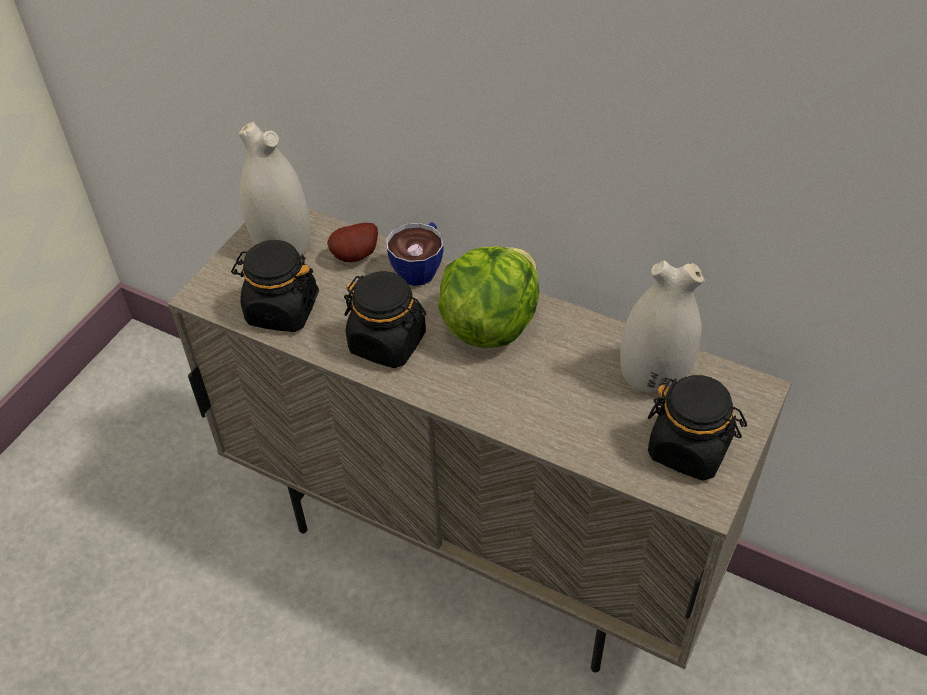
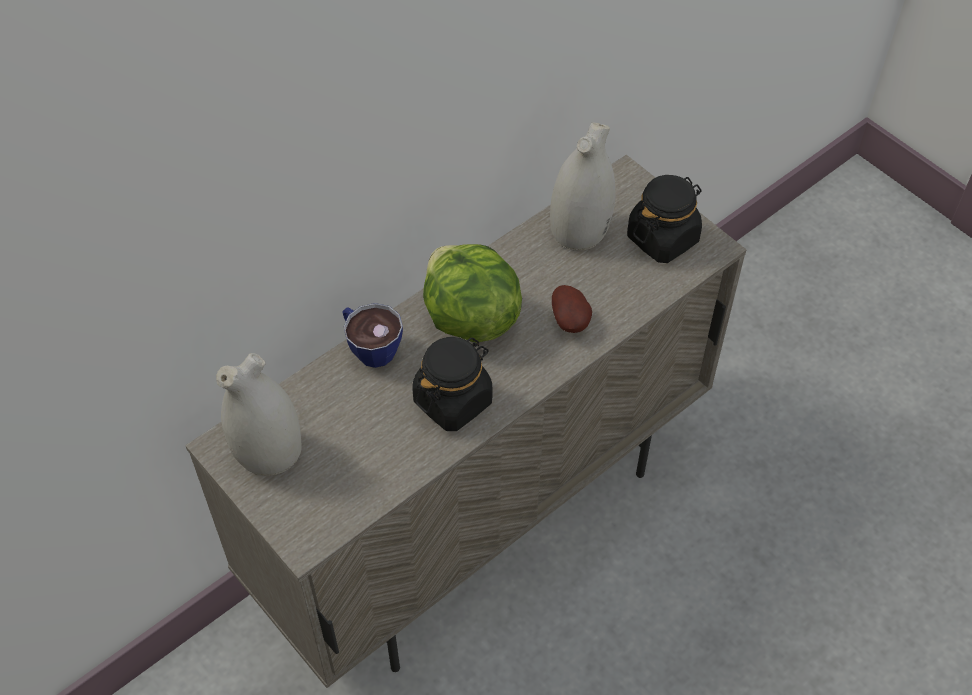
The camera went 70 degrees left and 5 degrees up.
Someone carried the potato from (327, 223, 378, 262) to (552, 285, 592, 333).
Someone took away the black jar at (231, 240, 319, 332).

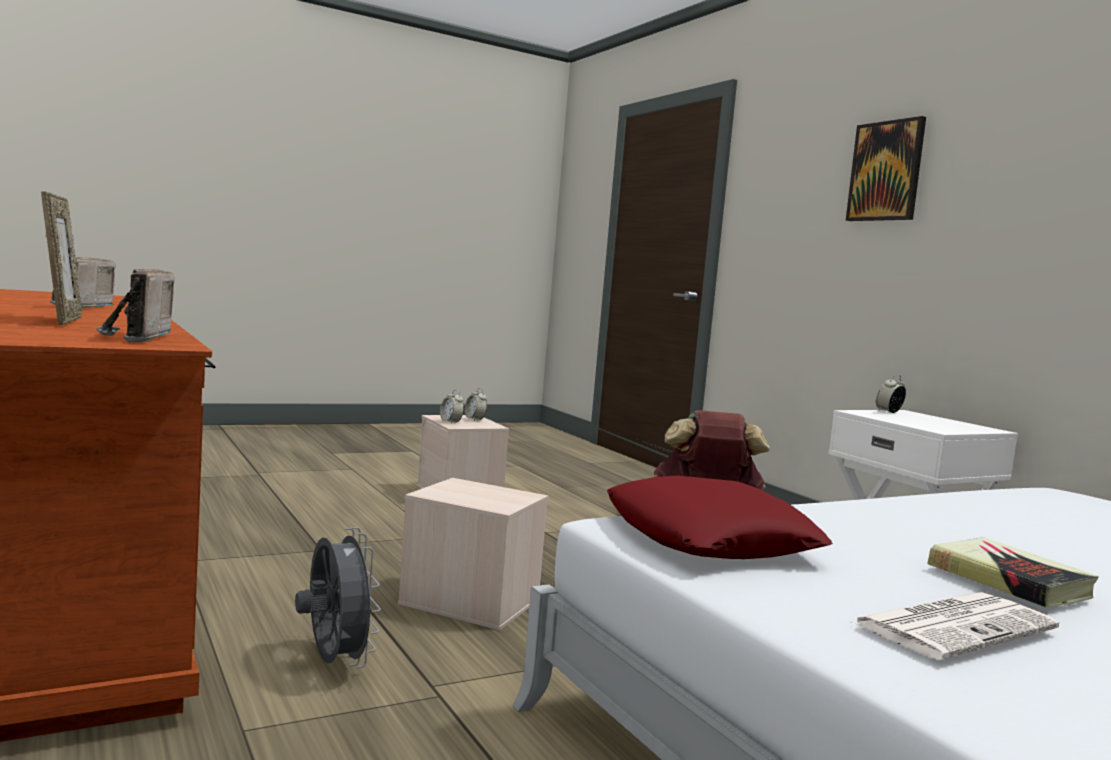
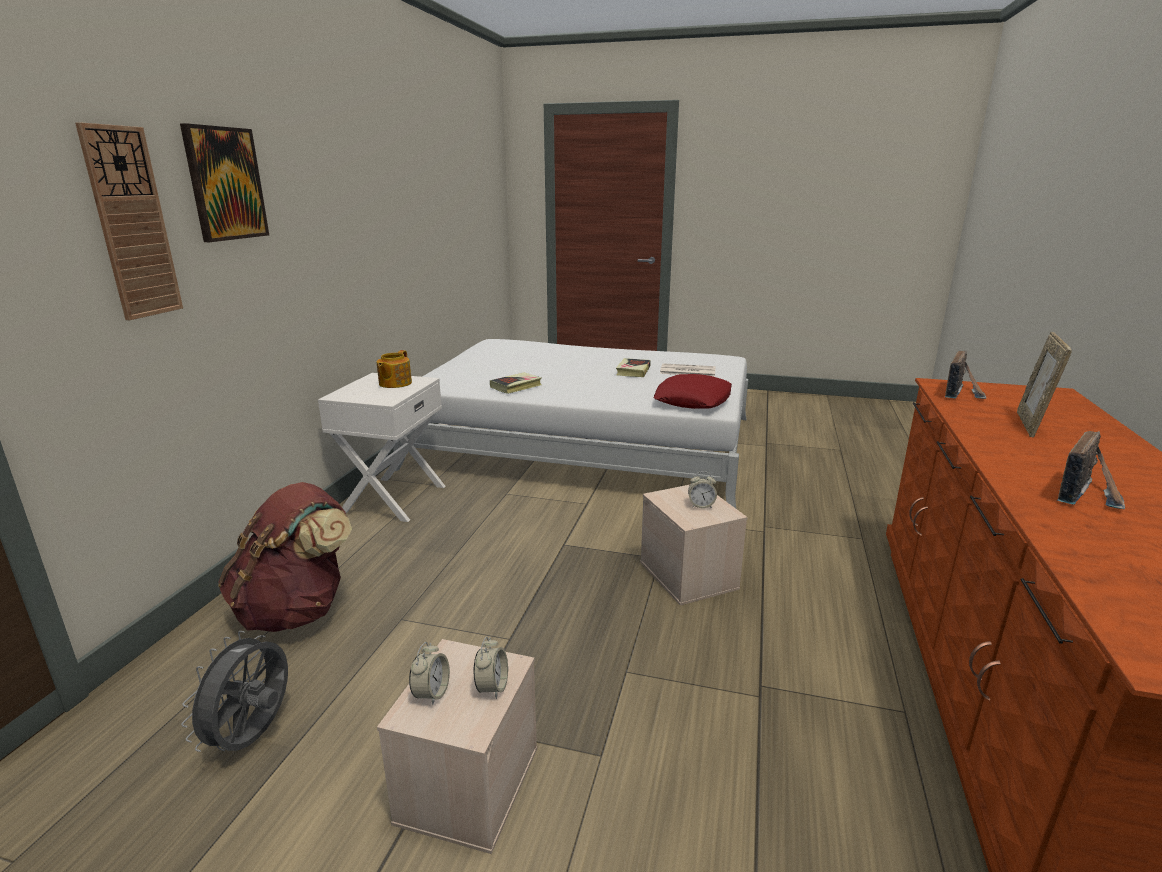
The camera went 135 degrees left and 15 degrees up.
Someone put up the wall clock at (75, 122, 183, 320).
Someone carried the grey fan from (295, 527, 381, 669) to (181, 631, 288, 752).
Someone put down the teapot at (376, 350, 412, 388).
Someone put down the book at (490, 372, 542, 394).
Someone carried the alarm clock from (876, 374, 906, 413) to (688, 471, 717, 508).

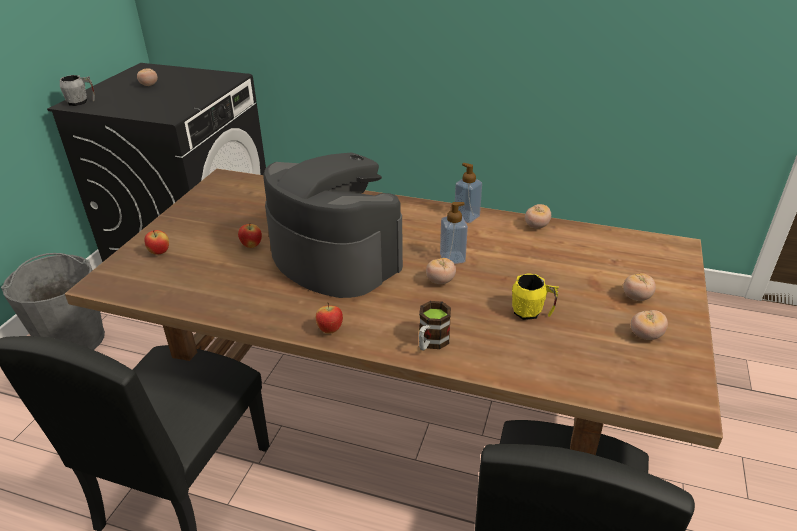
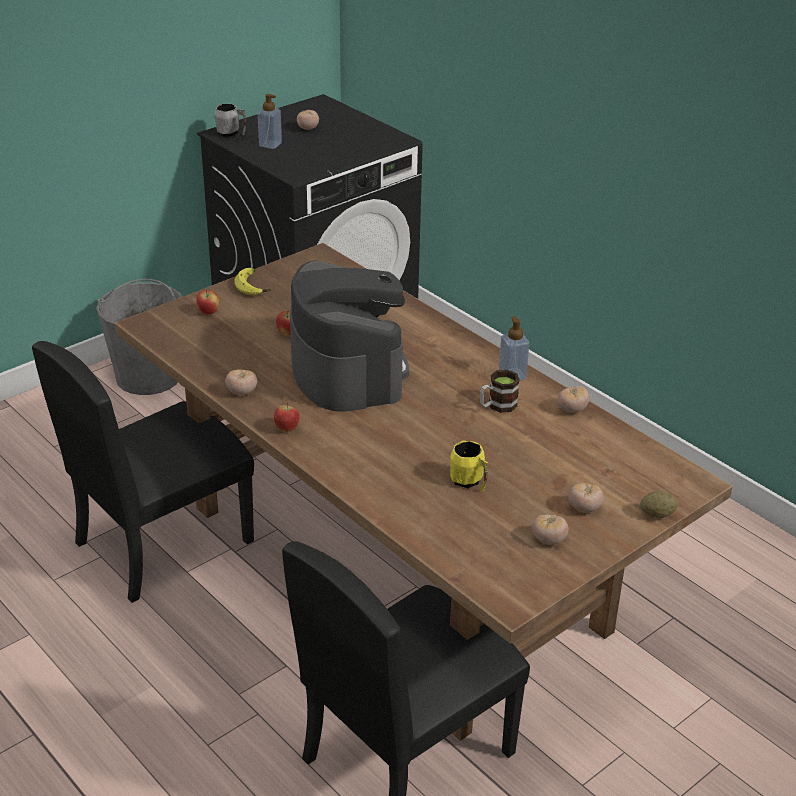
The camera went 30 degrees right and 0 degrees up.
Someone carried the tomato from (426, 258, 456, 284) to (225, 369, 257, 395).
Someone put down the banana at (234, 268, 271, 295).
Someone carried the soap dispenser from (440, 202, 468, 264) to (257, 94, 282, 149).
Someone carried the mug from (419, 301, 451, 351) to (480, 370, 520, 413).
Someone put down the potato at (640, 491, 678, 518).

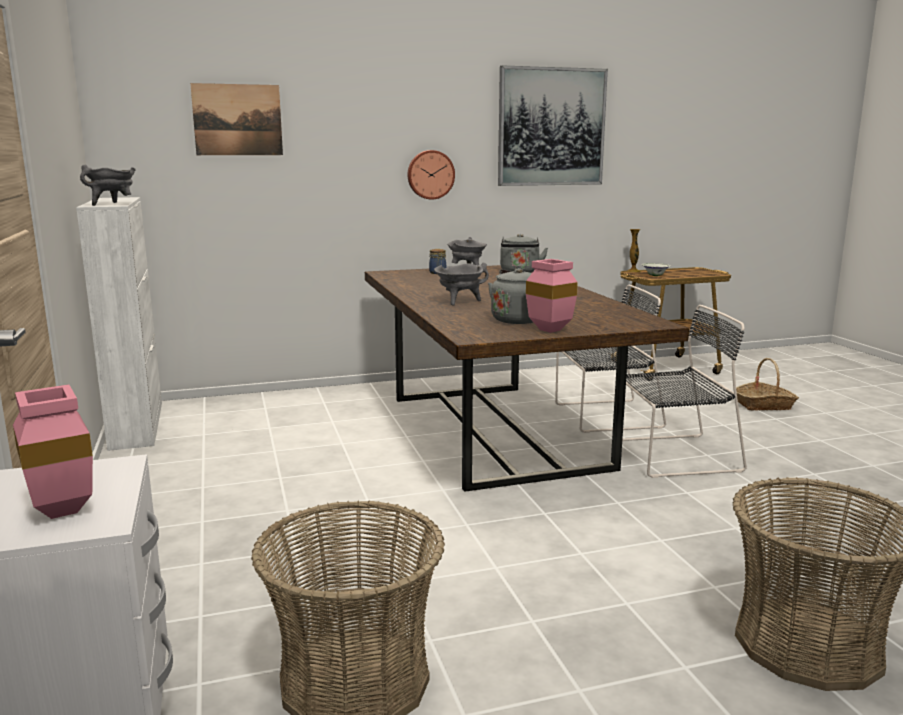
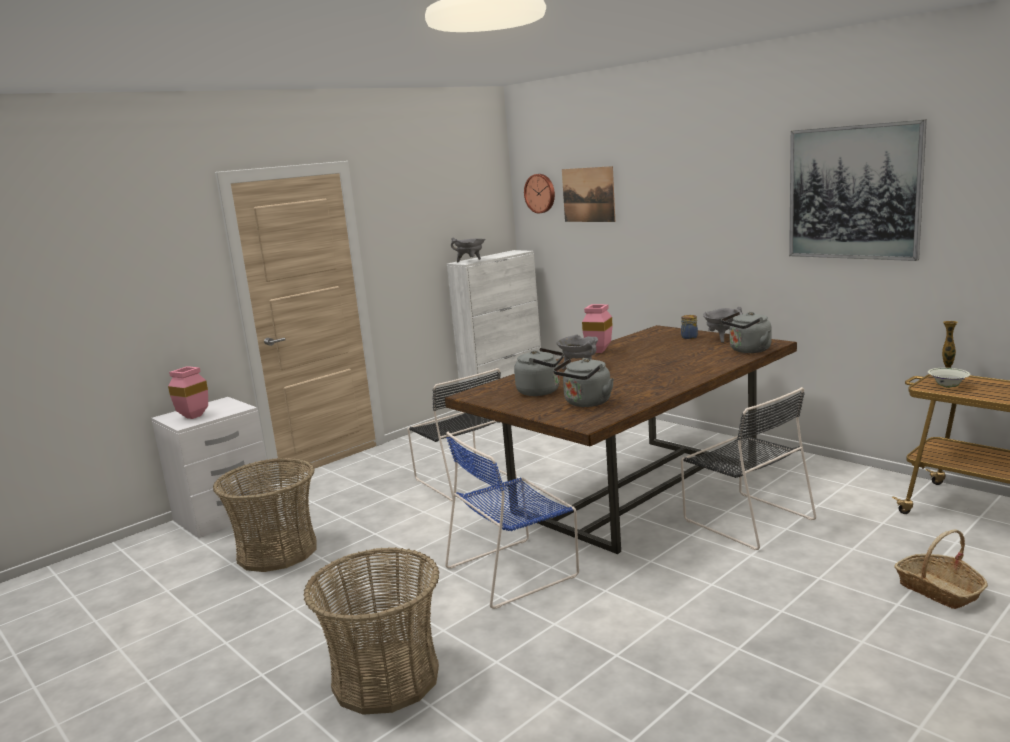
The camera went 65 degrees right and 0 degrees up.
Someone carried the black chair from (622, 305, 747, 478) to (407, 368, 517, 501).
Someone put down the blue chair at (445, 432, 579, 609).
Someone carried the wall clock from (407, 150, 455, 200) to (524, 174, 555, 213).
Someone put down the grey kettle at (553, 358, 614, 407).
Someone carried the pink vase from (526, 259, 578, 333) to (582, 304, 613, 353).

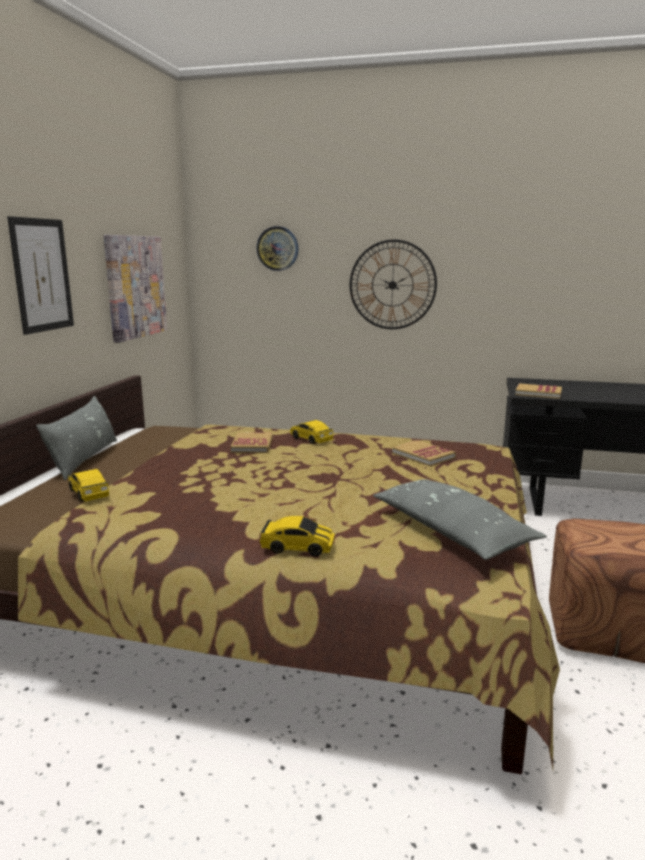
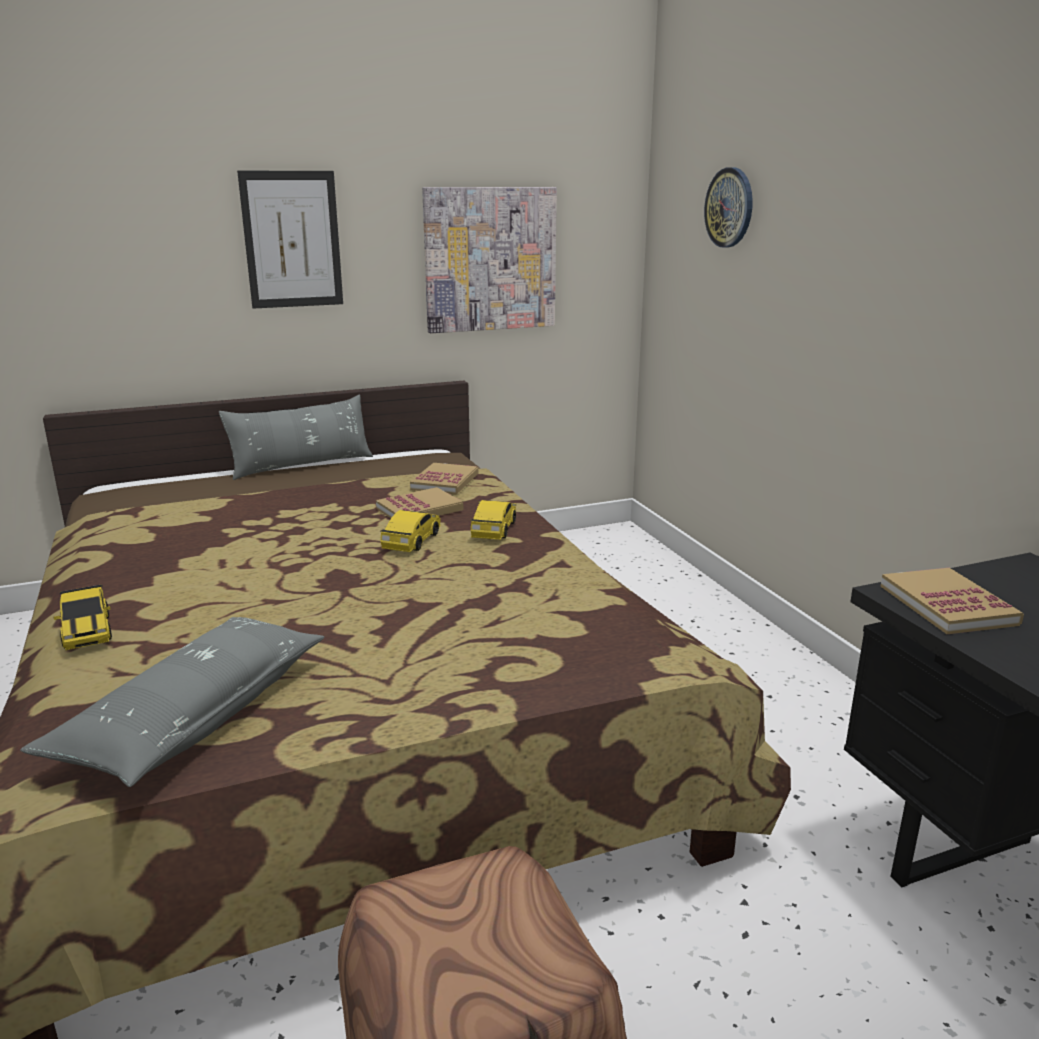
The camera went 55 degrees right and 5 degrees up.
Someone carried the toy car from (68, 469, 109, 501) to (381, 510, 440, 552).
Someone carried the book from (392, 440, 456, 466) to (410, 463, 478, 494).
Someone took away the wall clock at (350, 239, 437, 329).

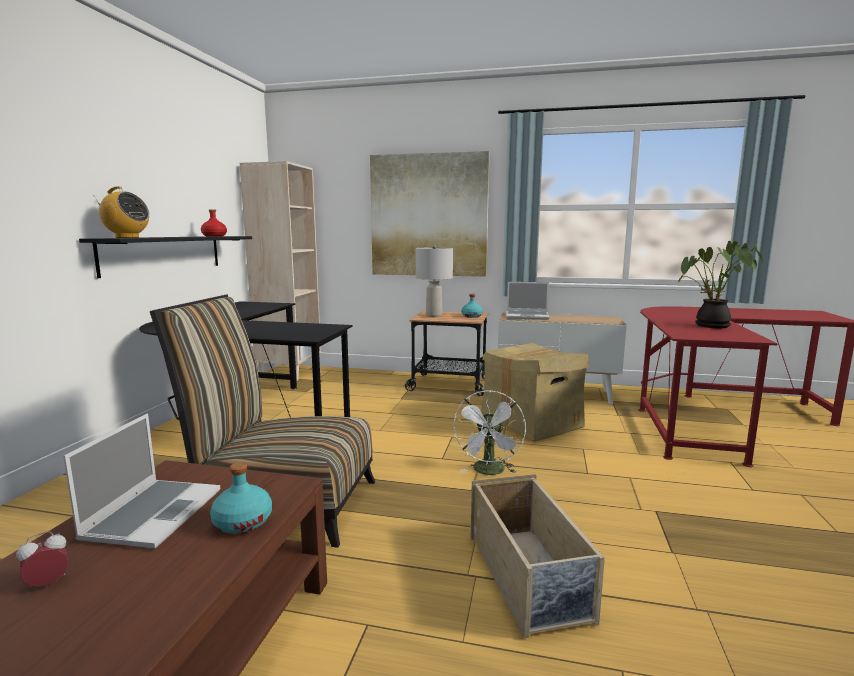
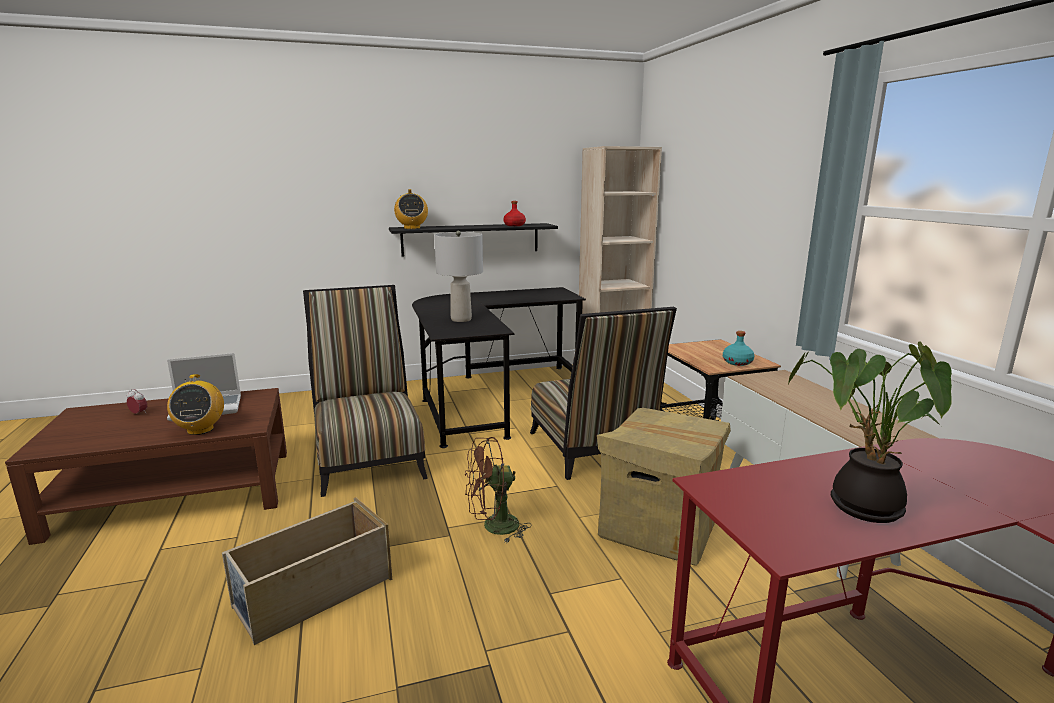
The camera went 60 degrees right and 5 degrees up.
Someone swapped the turquoise bottle at (210, 462, 272, 533) for the radio at (167, 374, 224, 435).
Someone carried the grey table lamp from (416, 245, 453, 317) to (434, 231, 483, 322).
Someone repainted the white fan at (453, 390, 526, 475), which became the brown fan at (465, 437, 532, 543).
Someone put down the chair at (530, 307, 677, 480).
Someone took away the picture at (370, 151, 489, 277).
Someone took away the laptop at (506, 282, 549, 320).

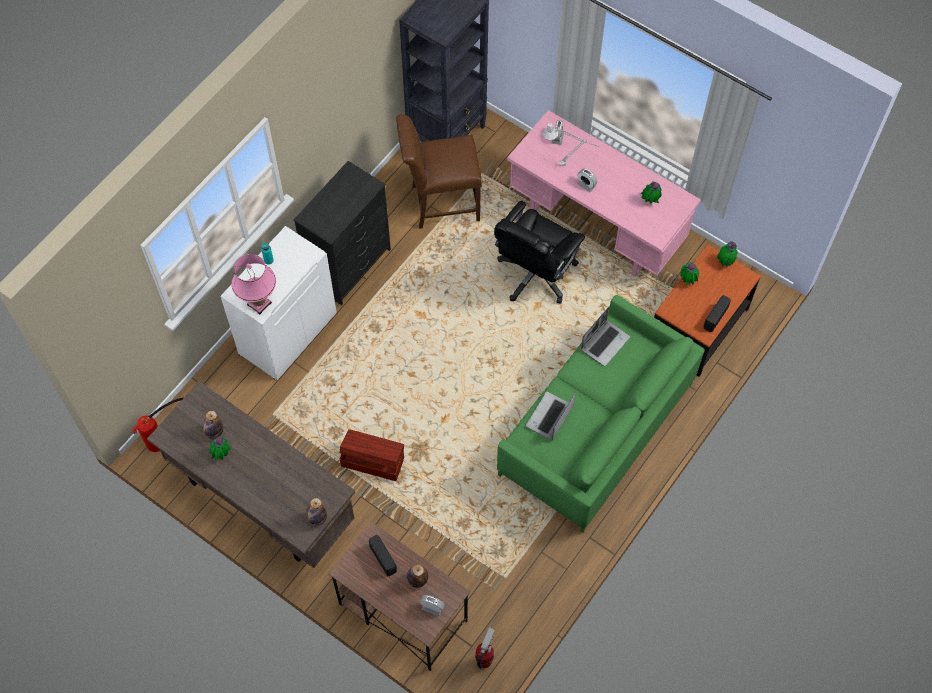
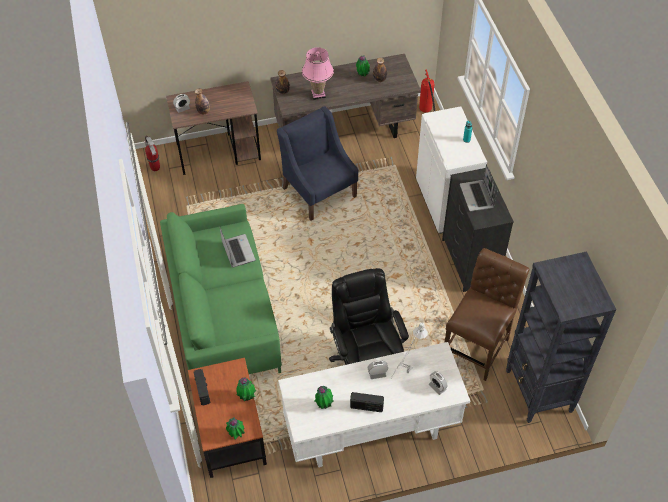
The camera went 130 degrees right and 10 degrees down.
Someone swapped the brown storage box at (339, 429, 404, 481) for the blue armchair at (277, 106, 358, 221).
Someone repainted the pink desk at (507, 110, 701, 277), which became the white desk at (278, 342, 470, 467).
Someone carried the pink table lamp from (231, 254, 276, 314) to (302, 47, 334, 100).
Someone carried the radio from (369, 535, 397, 576) to (350, 392, 384, 412).
Someone carried the laptop from (581, 307, 630, 366) to (460, 164, 497, 211).

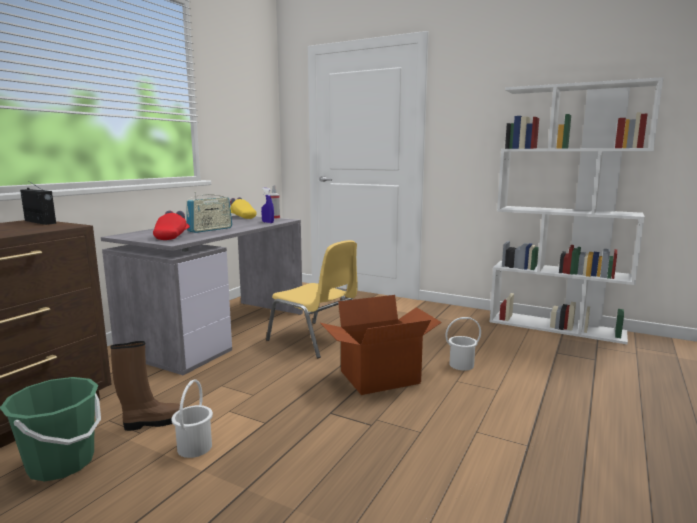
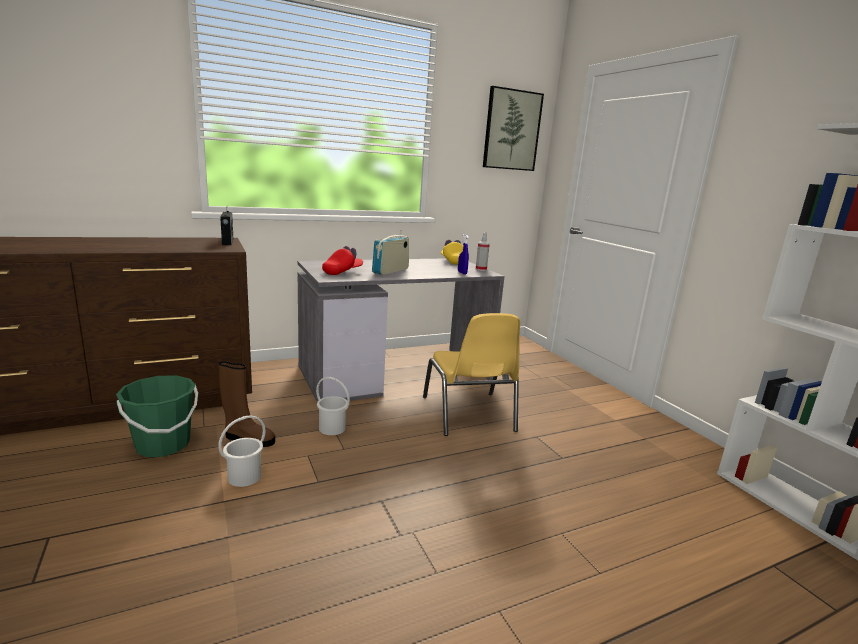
The camera went 35 degrees right and 5 degrees up.
Someone carried the white bucket from (445, 317, 481, 371) to (316, 377, 350, 435).
Someone rotated the radio at (186, 192, 232, 233) by 135 degrees clockwise.
Someone put up the picture at (483, 86, 544, 171).
Someone took away the cardboard box at (320, 295, 442, 395).

